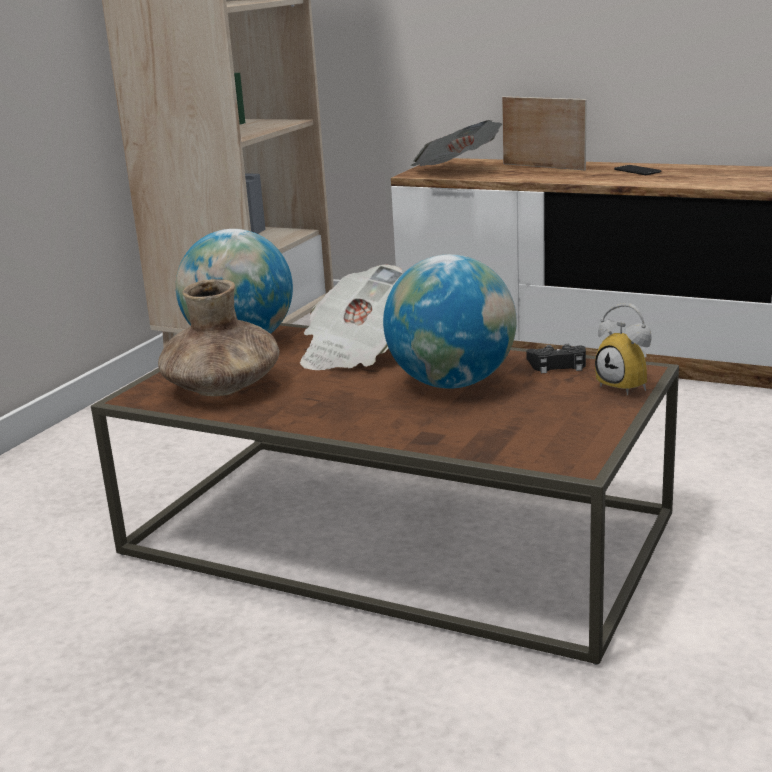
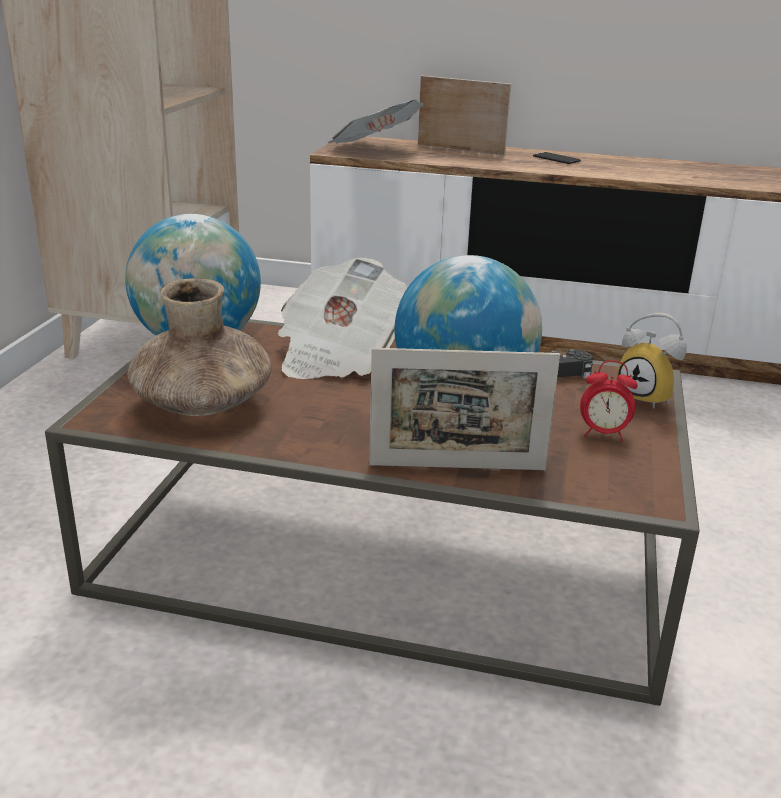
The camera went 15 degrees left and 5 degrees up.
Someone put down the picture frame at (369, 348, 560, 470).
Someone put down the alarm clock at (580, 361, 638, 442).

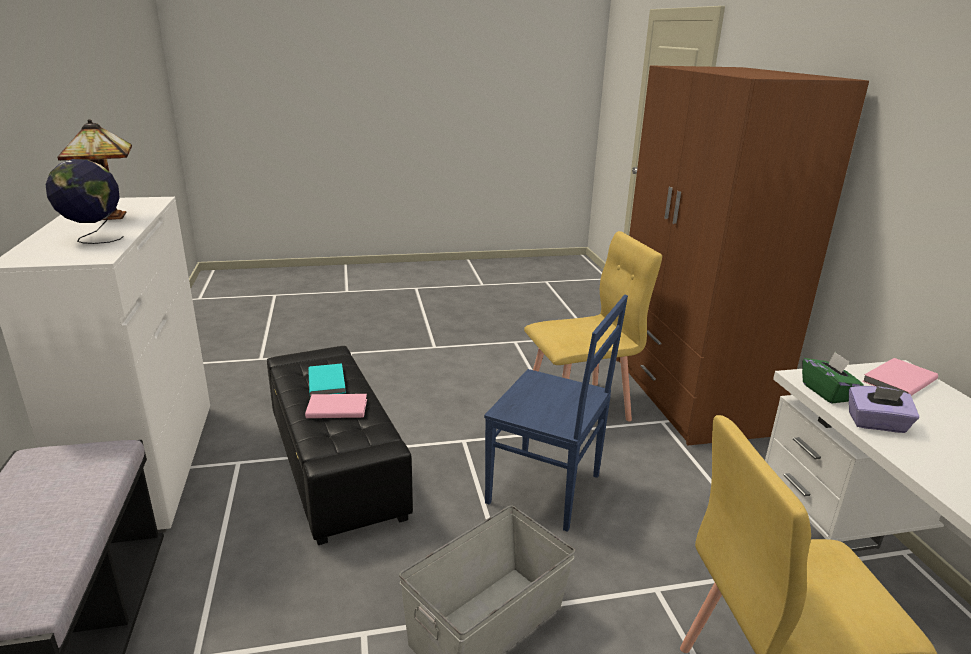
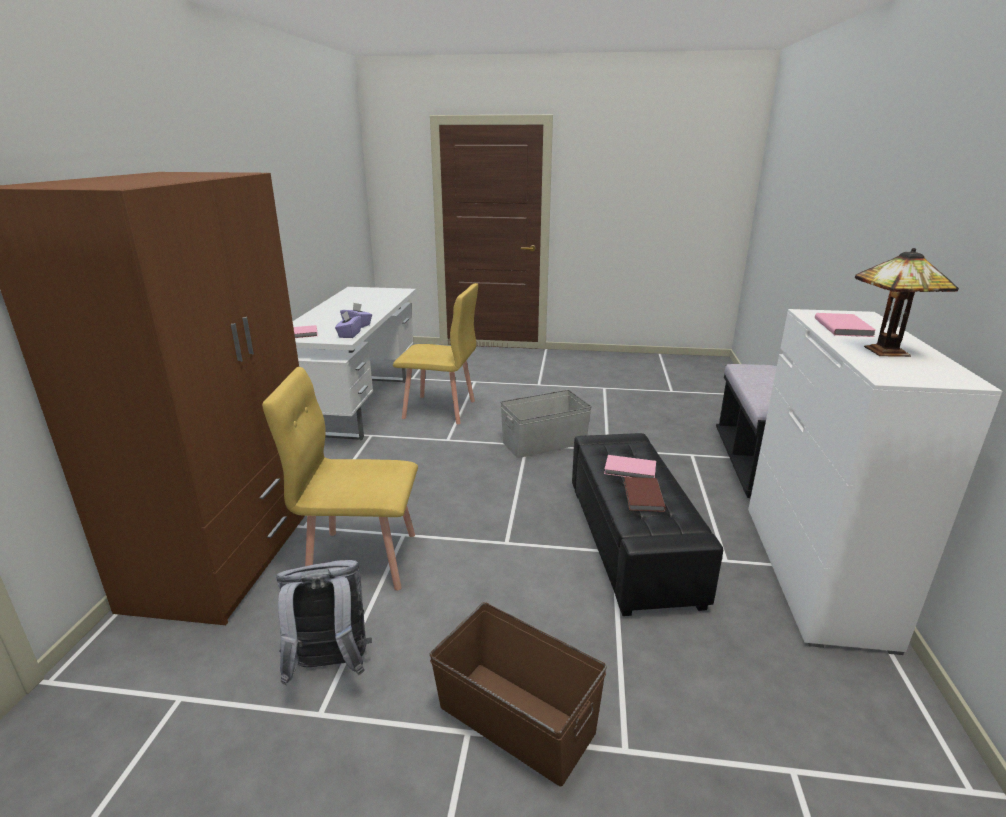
The camera went 160 degrees left and 0 degrees up.
Someone put down the grey backpack at (276, 560, 372, 685).
Someone repainted the green tissue box at (802, 352, 864, 404), which became the purple tissue box at (335, 311, 361, 338).
Someone put down the brown storage box at (429, 602, 607, 786).
Someone repainted the turquoise book at (308, 363, 346, 396), which became the brown book at (624, 477, 666, 512).
Someone swapped the globe at (45, 159, 124, 244) for the pink book at (815, 313, 877, 337).
Someone took away the blue chair at (484, 295, 628, 532).

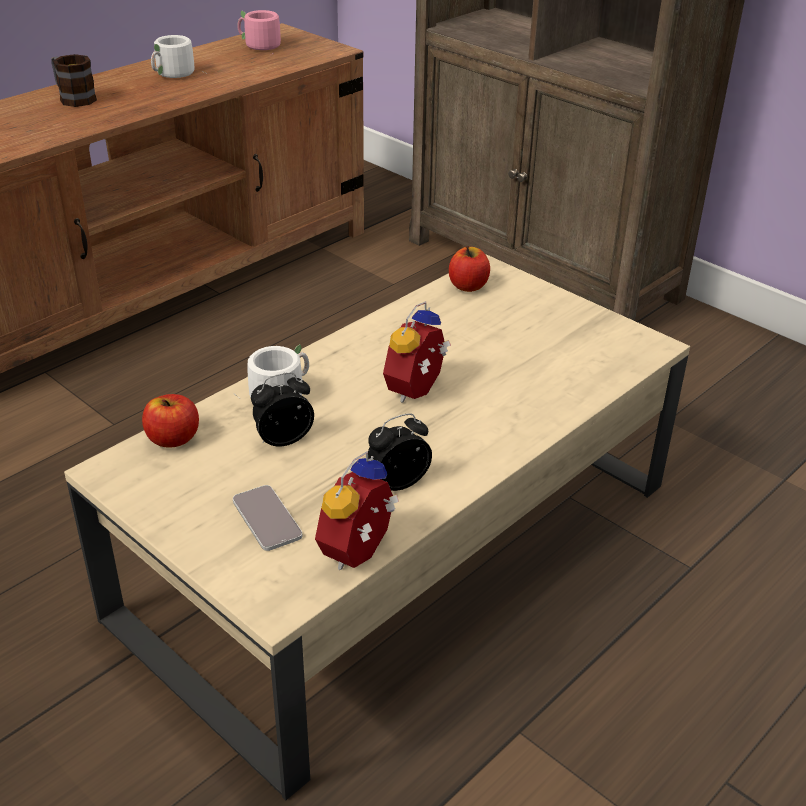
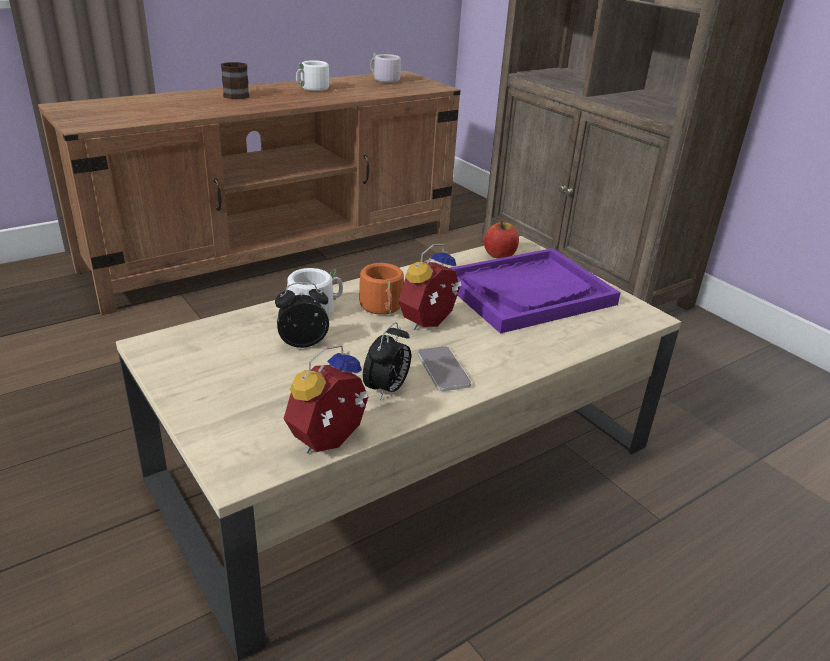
The camera went 10 degrees right and 5 degrees down.
Someone put down the orange mug at (359, 263, 404, 315).
Someone rotated the alarm clock at (368, 413, 432, 491) by 135 degrees clockwise.
Someone repainted the pink mug at (237, 10, 281, 55), which became the grey mug at (370, 53, 401, 86).
Someone carried the phone from (233, 485, 302, 551) to (418, 346, 471, 391).
Someone put down the purple tray at (450, 248, 621, 334).
Someone took away the apple at (142, 394, 199, 447).

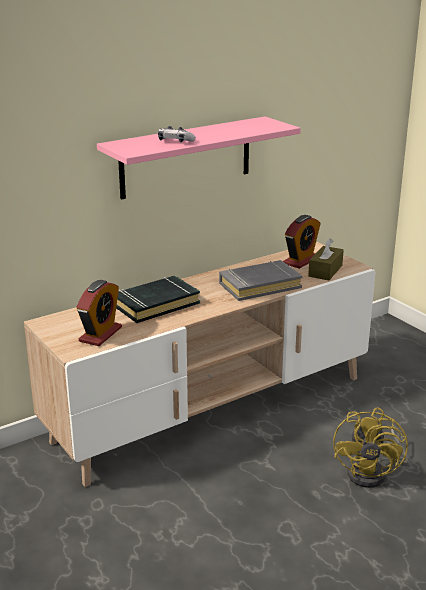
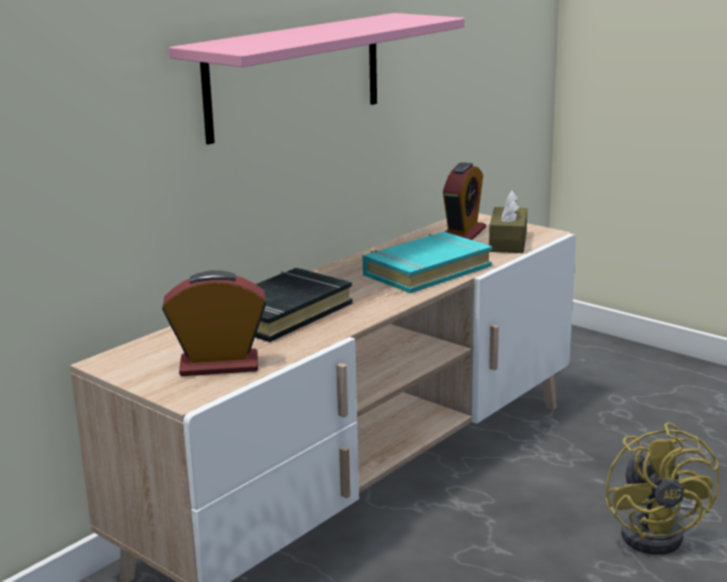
The camera went 15 degrees left and 5 degrees down.
Someone rotated the alarm clock at (76, 280, 122, 346) by 105 degrees counterclockwise.
Someone repainted the grey book at (219, 260, 303, 301), which became the turquoise book at (362, 232, 492, 293).
Someone took away the game controller at (158, 126, 196, 142).

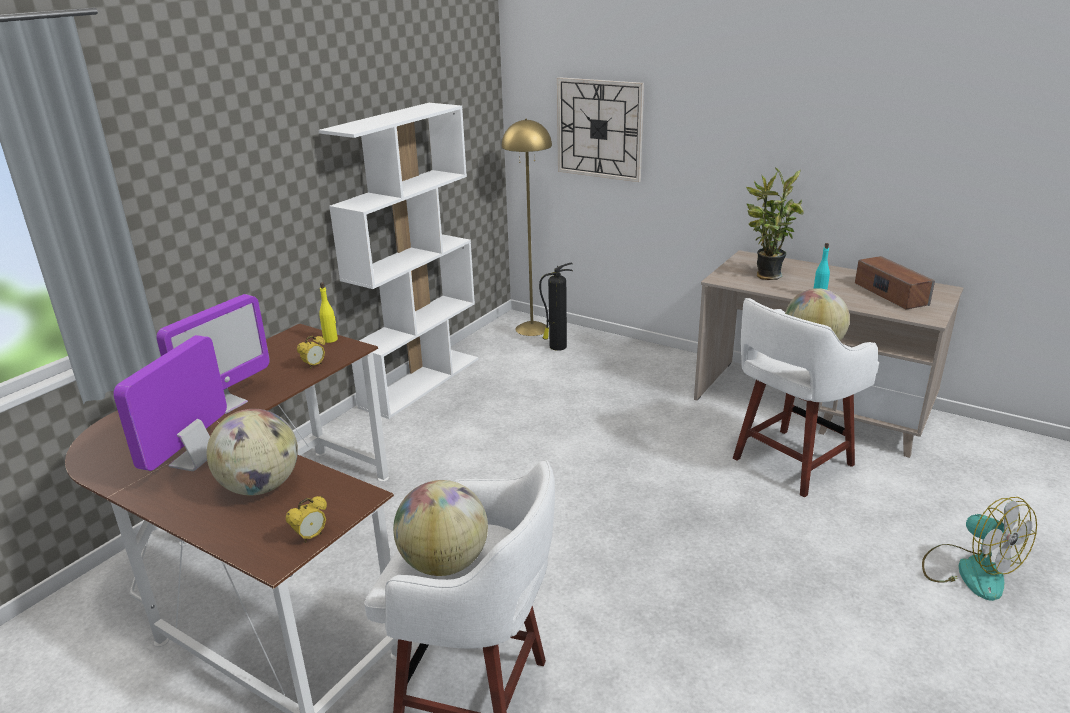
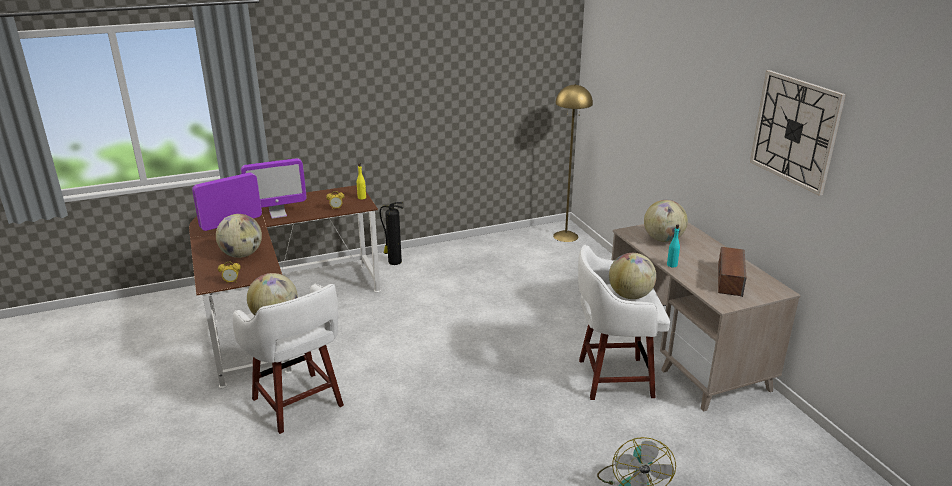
The camera went 35 degrees right and 0 degrees up.
Someone carried the fire extinguisher from (539, 263, 573, 351) to (380, 202, 403, 265).
Someone swapped the potted plant at (746, 167, 804, 280) for the globe at (644, 200, 688, 242).
Someone carried the wall clock from (557, 77, 644, 182) to (750, 70, 846, 196).
Someone took away the white bookcase at (318, 103, 478, 419).

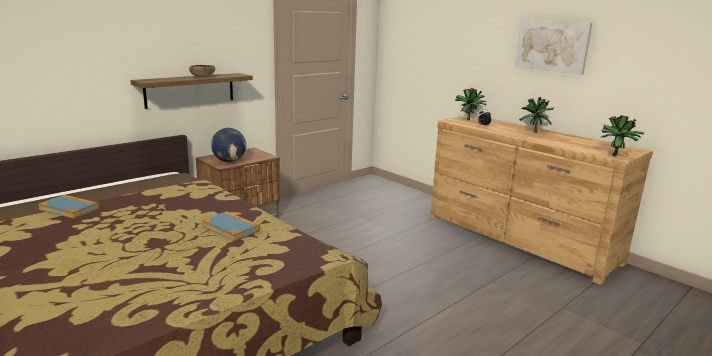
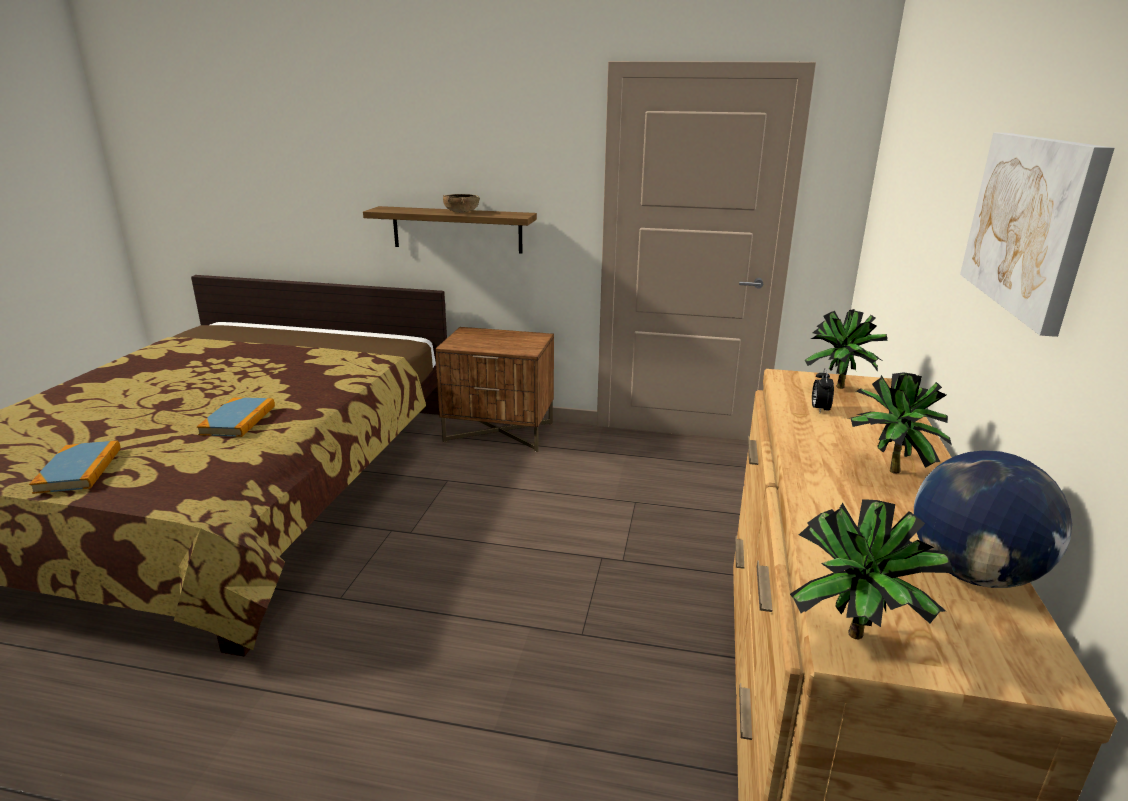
The camera went 55 degrees right and 5 degrees up.
Someone carried the book from (38, 195, 100, 219) to (29, 440, 121, 494).
Someone carried the globe from (211, 128, 246, 162) to (914, 450, 1072, 588).

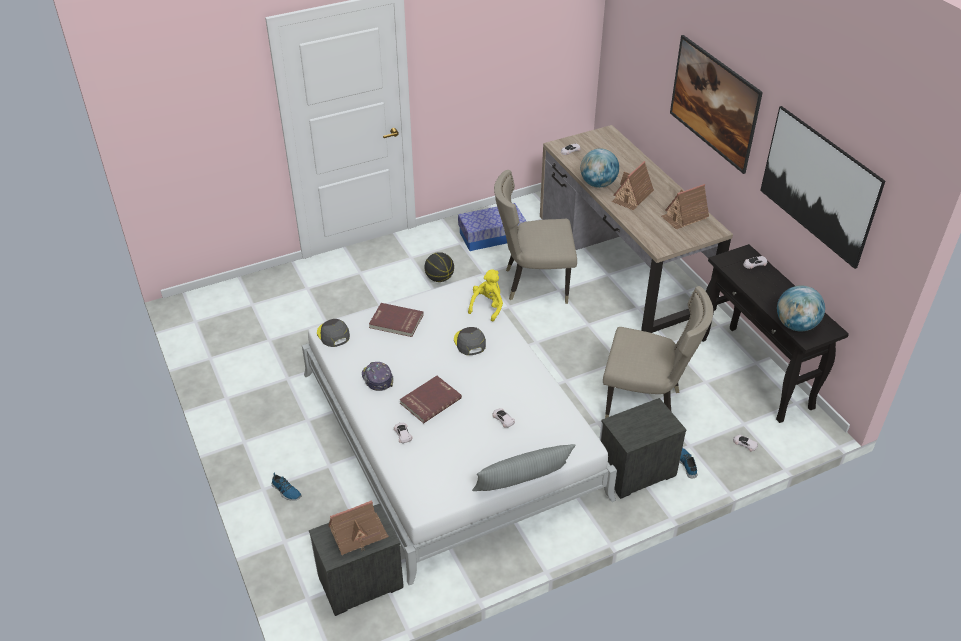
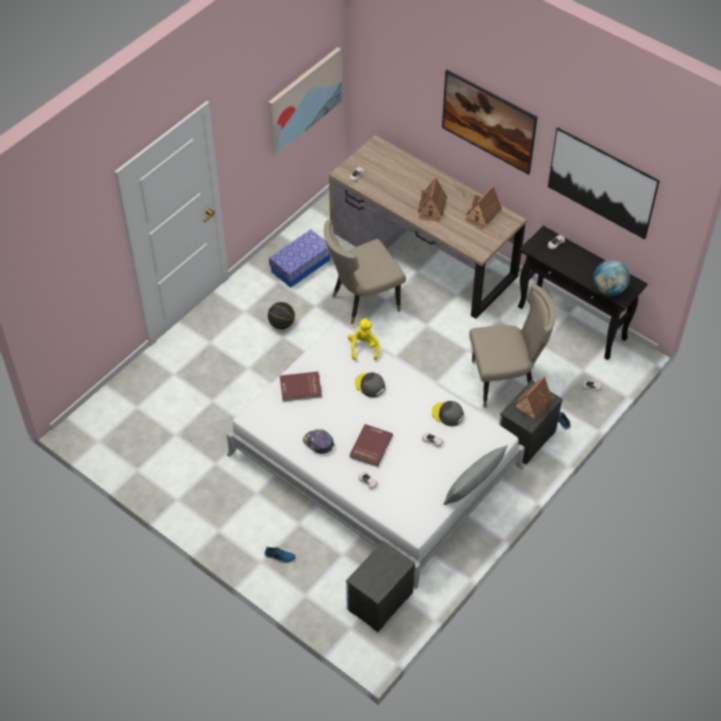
The camera went 25 degrees left and 10 degrees up.
Someone put up the picture at (268, 47, 342, 156).
Someone carried the grey cap from (317, 319, 350, 347) to (432, 401, 464, 426).
Someone carried the toy house from (328, 500, 389, 555) to (513, 376, 554, 419).
Someone took away the globe at (580, 148, 619, 188).

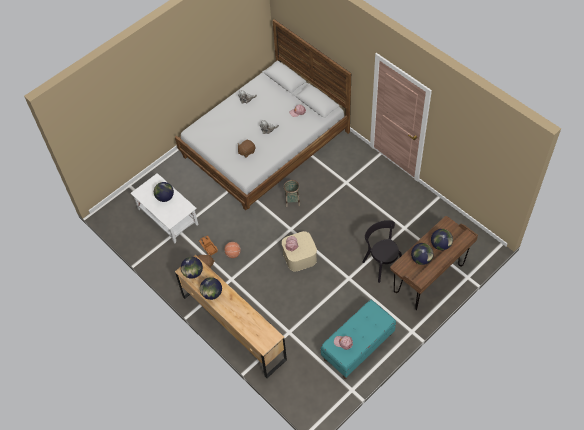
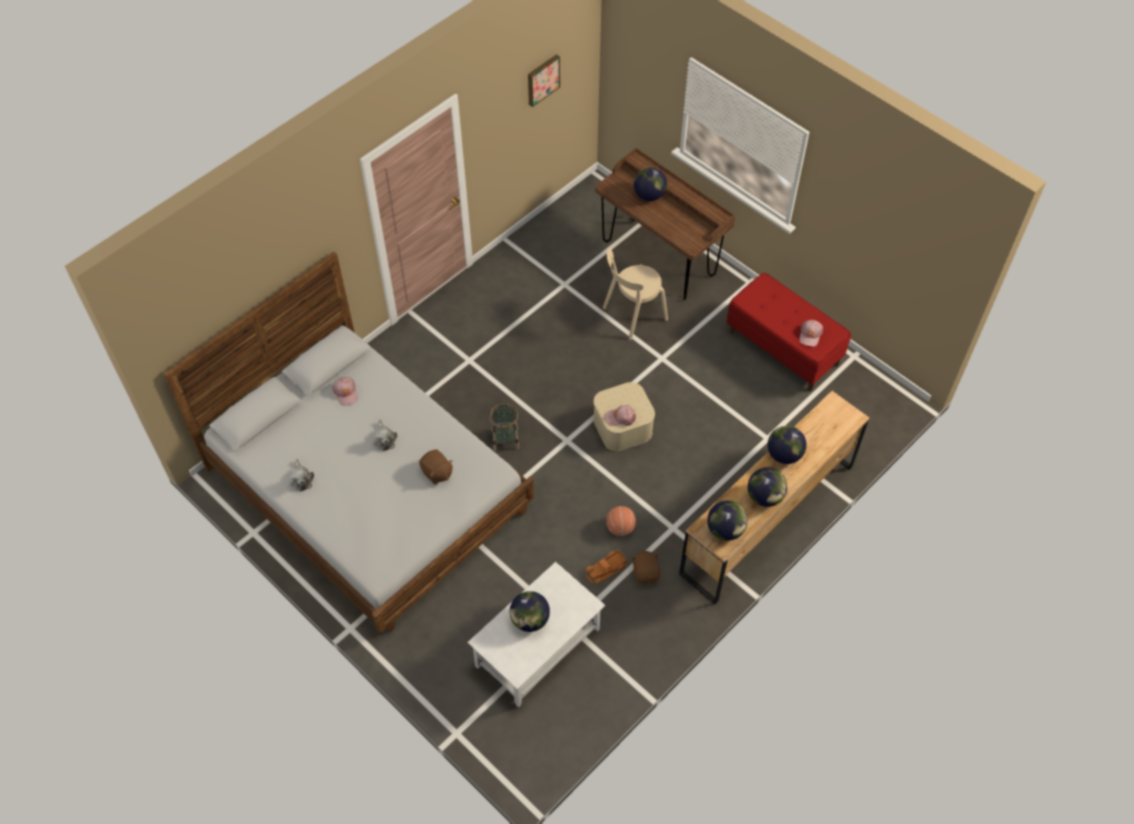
The camera went 95 degrees left and 0 degrees up.
Someone put up the picture at (528, 54, 560, 107).
Someone repainted the black chair at (362, 220, 402, 283), which became the beige chair at (603, 248, 668, 340).
Someone repainted the turquoise bench at (321, 300, 396, 379), which became the red bench at (726, 272, 851, 391).
Someone carried the globe from (411, 243, 433, 265) to (768, 426, 807, 464).

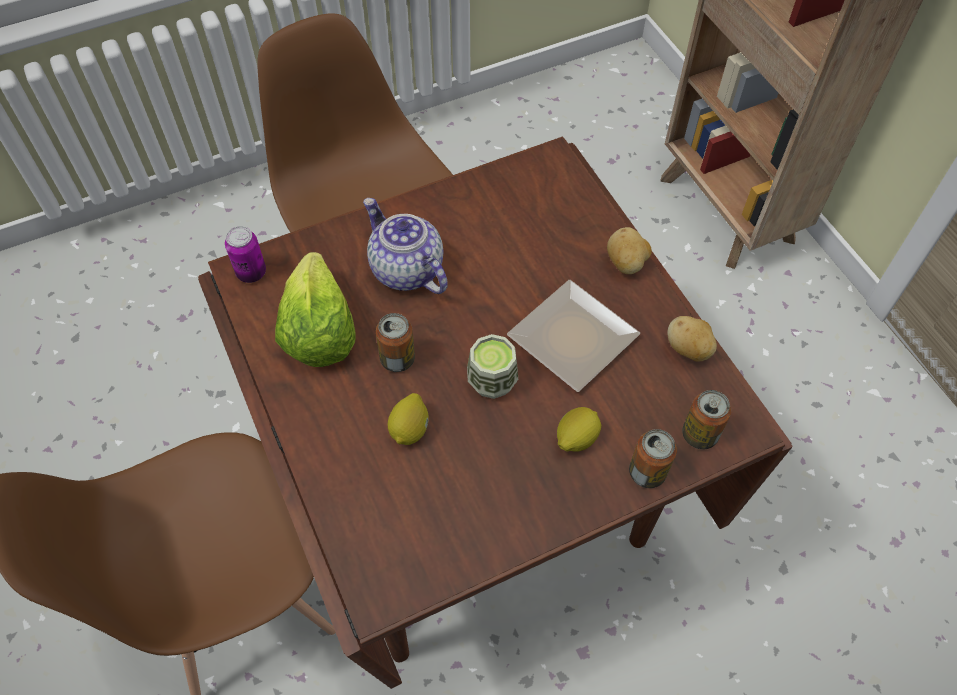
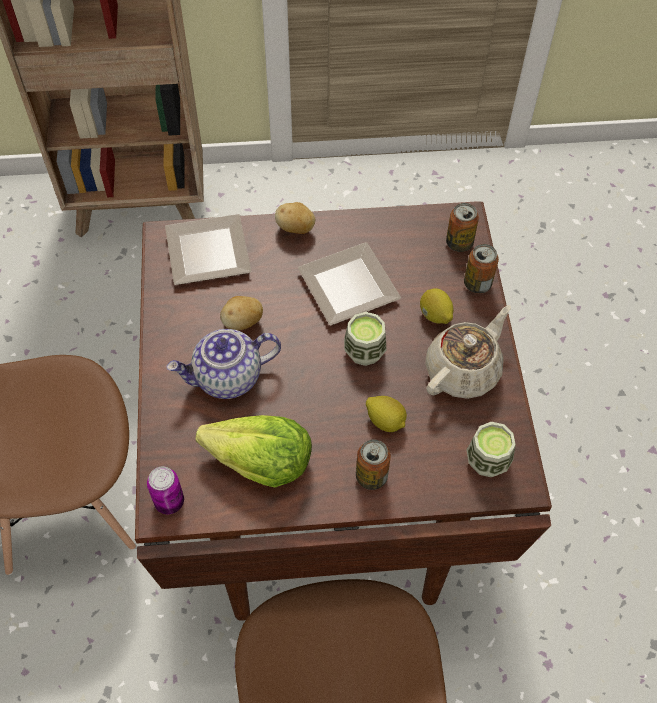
The camera went 70 degrees left and 0 degrees up.
Someone put down the plate at (165, 214, 251, 285).
Someone carried the potato from (667, 316, 717, 362) to (220, 296, 263, 330).
Someone carried the can from (376, 313, 415, 372) to (356, 439, 391, 490).
Someone put down the beige teapot at (425, 305, 511, 399).
Someone put down the cup at (466, 422, 516, 477).

